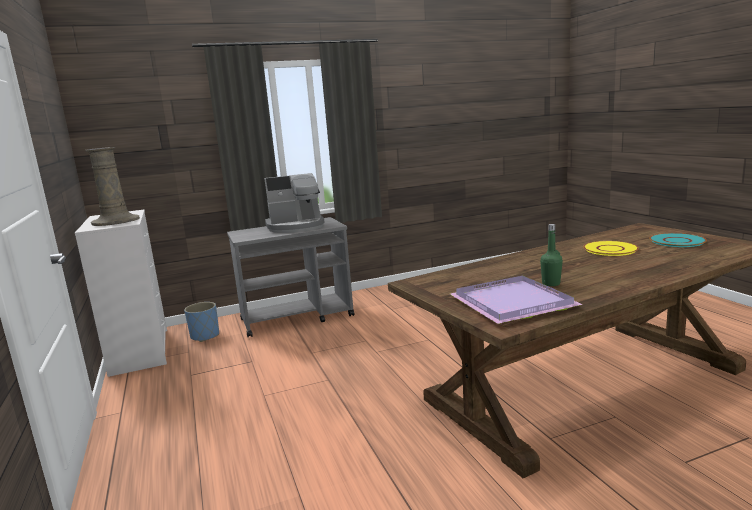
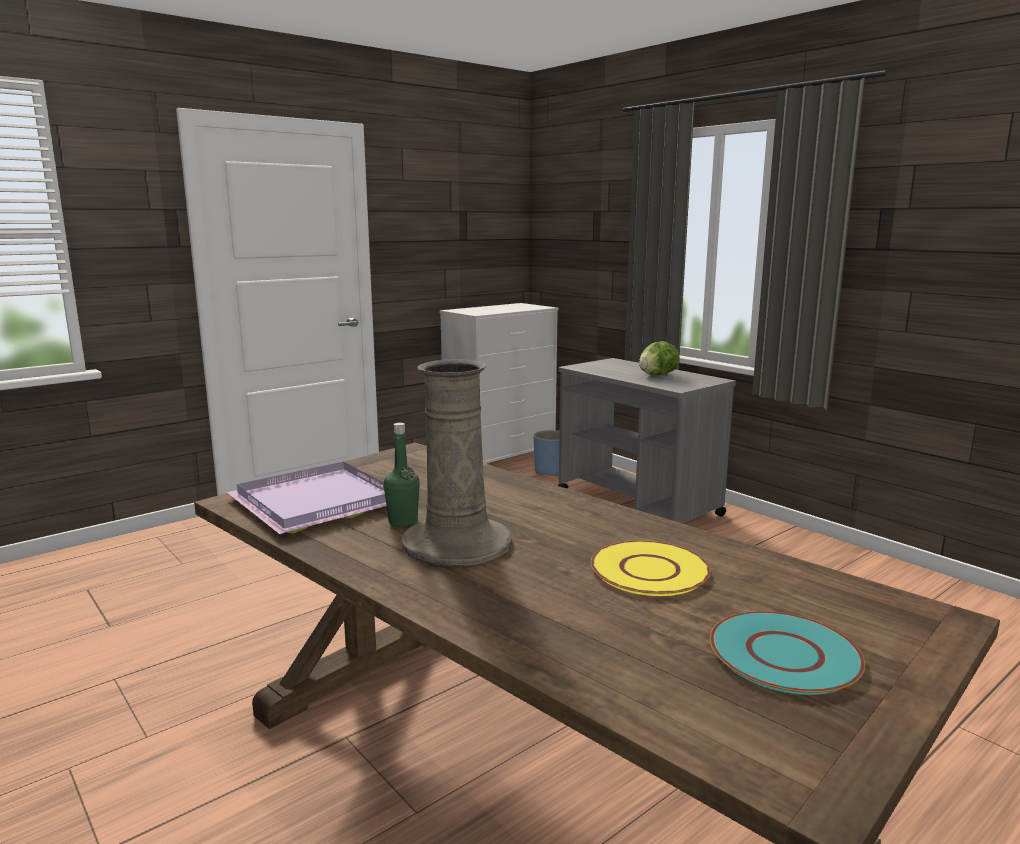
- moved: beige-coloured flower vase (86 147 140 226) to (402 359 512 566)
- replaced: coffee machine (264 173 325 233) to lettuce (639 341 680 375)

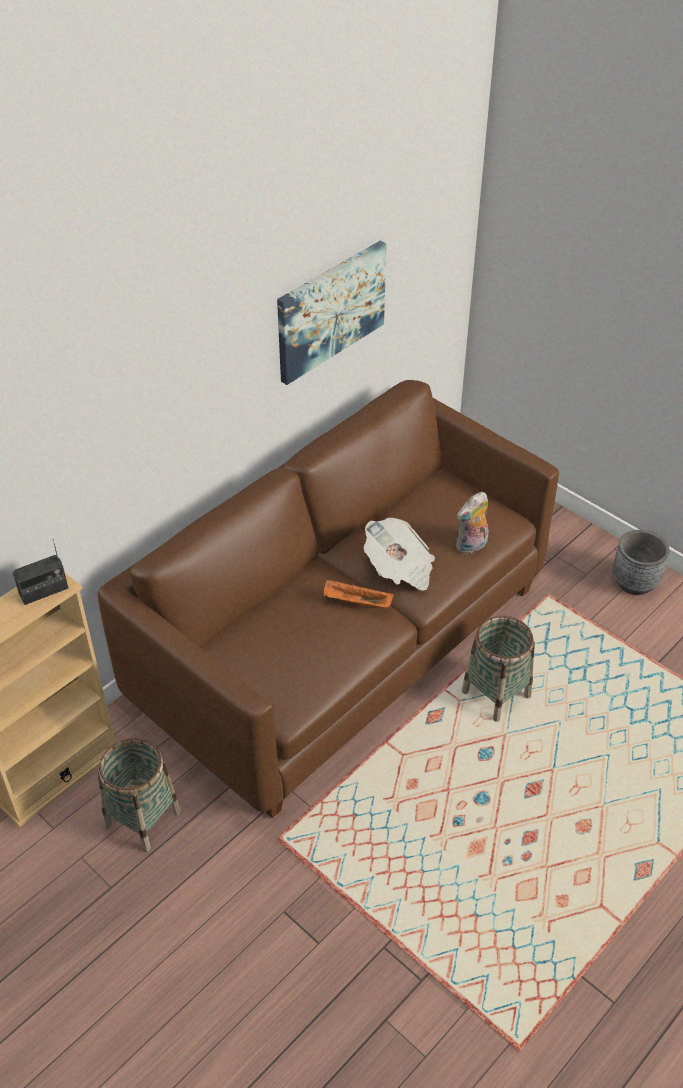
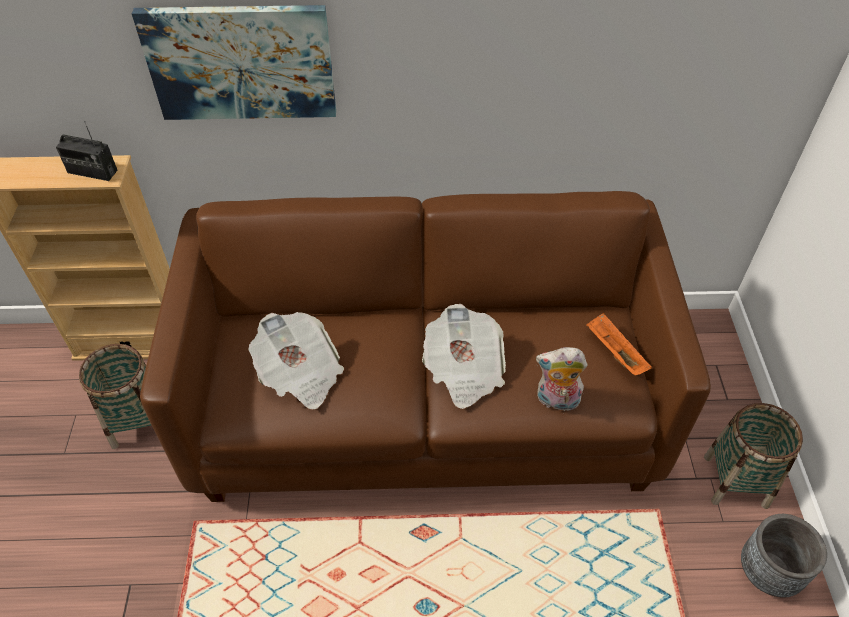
- moved: wall picture (277 241 386 385) to (132 5 336 120)
- moved: orangey serving tray (324 579 394 608) to (586 313 652 375)
- moved: household basket (462 616 535 722) to (704 403 803 509)
- added: daily paper (249 312 344 410)

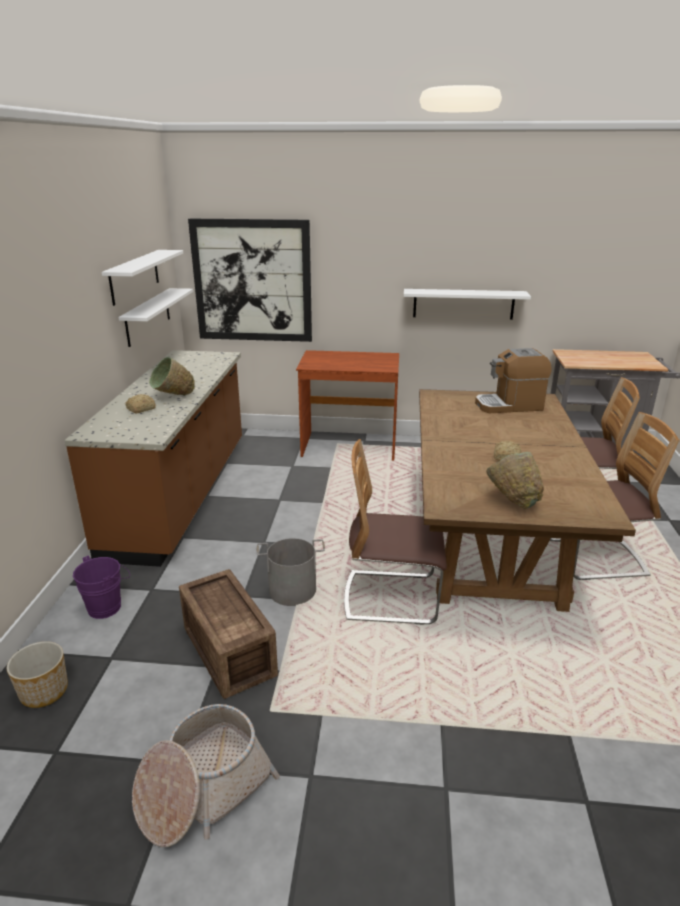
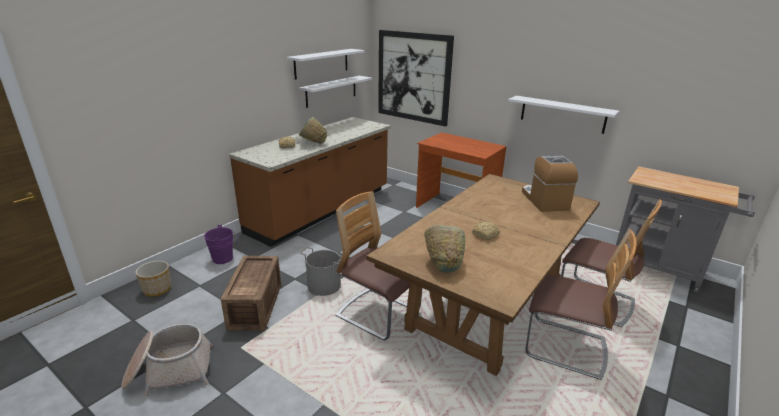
- turned: coffee machine (475 348 551 413) = (522 155 578 212) 60 degrees clockwise

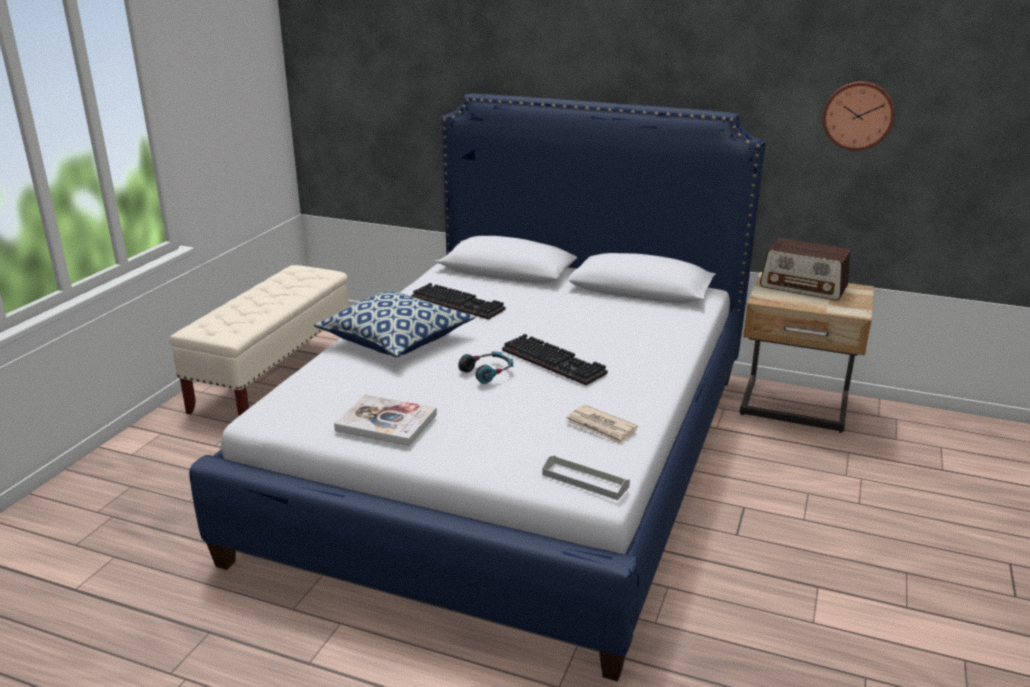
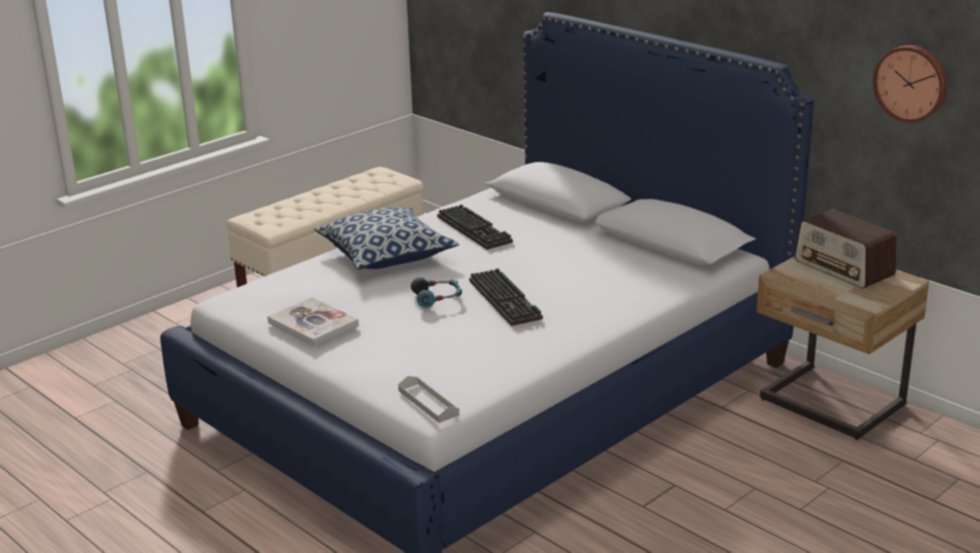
- removed: daily paper (566 405 638 445)

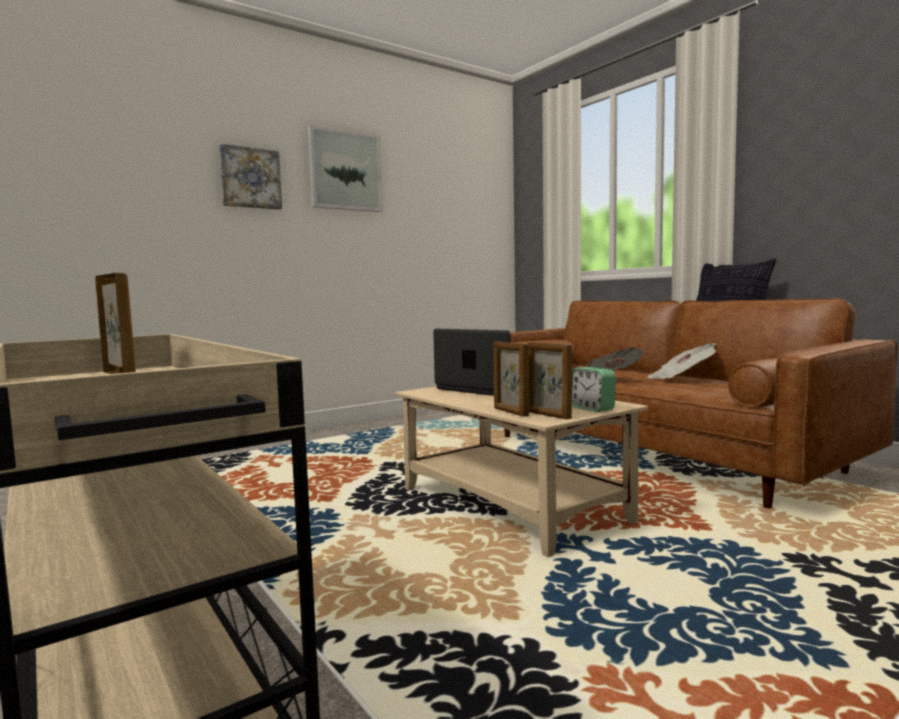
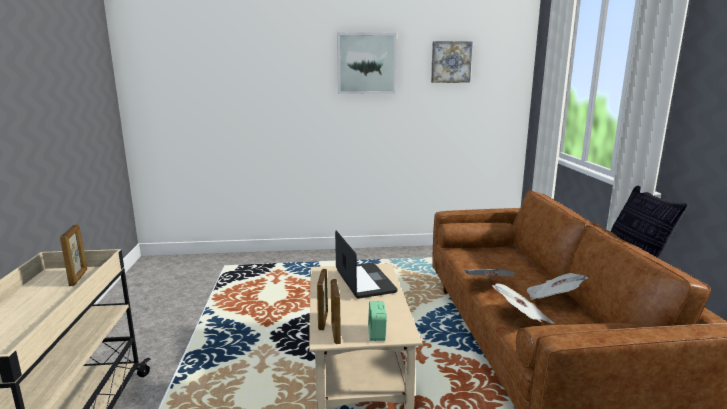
- moved: wall picture (219 144 282 210) to (431 41 473 83)
- added: daily paper (491 283 555 324)

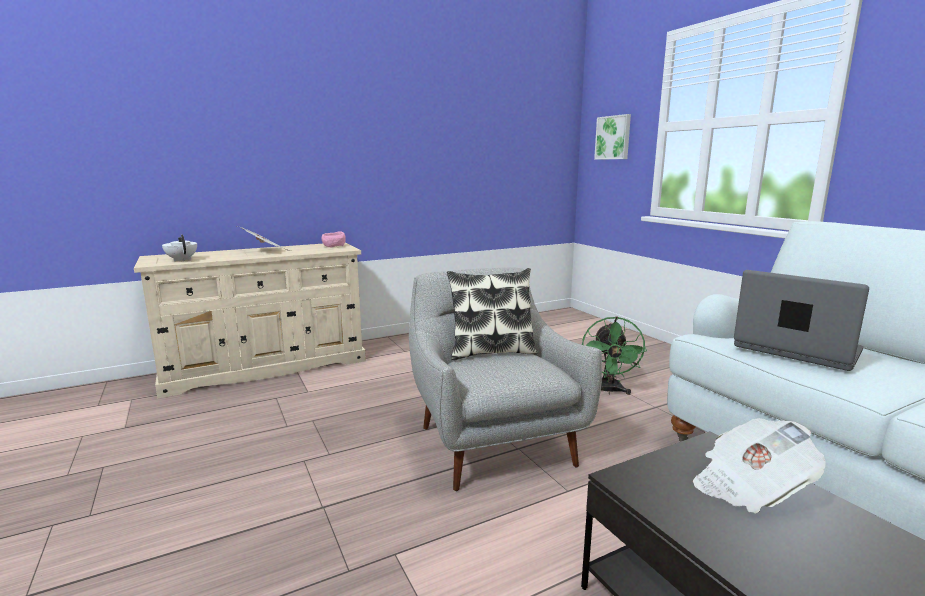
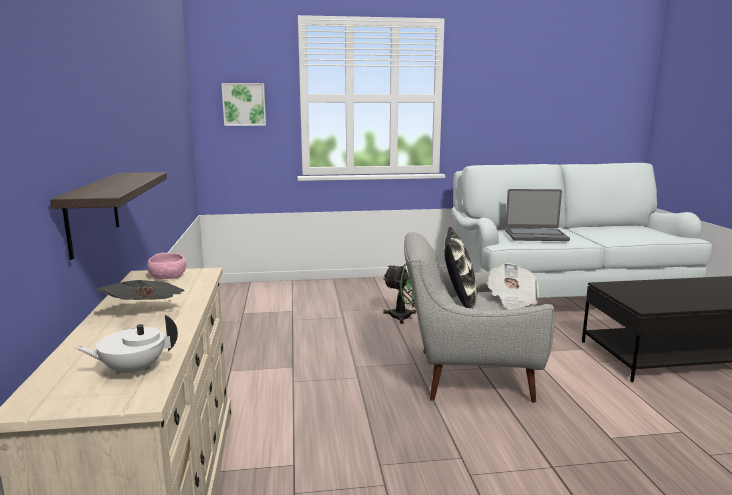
- moved: daily paper (693 418 826 514) to (487 263 539 309)
- turned: notebook computer (734 270 869 371) = (505 189 570 241) 150 degrees counterclockwise
- added: wall shelf (50 172 167 260)

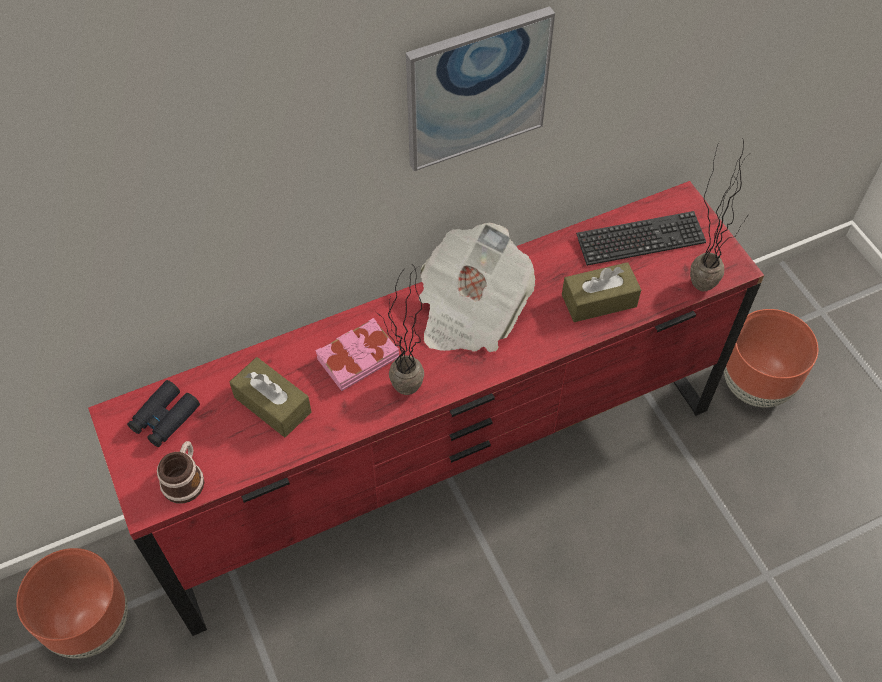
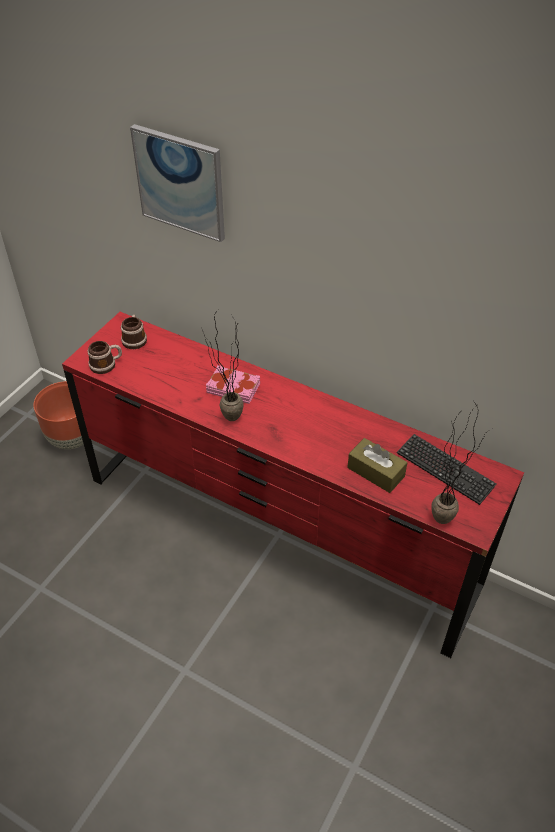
- replaced: blackish pair of binoculars (127 380 200 447) to mug (121 315 147 349)
- removed: brownish box of tissues (230 357 311 437)
- moved: wall picture (406 6 555 171) to (130 124 225 242)
- removed: daily paper (419 223 536 352)
- removed: brownish planter (724 309 818 408)

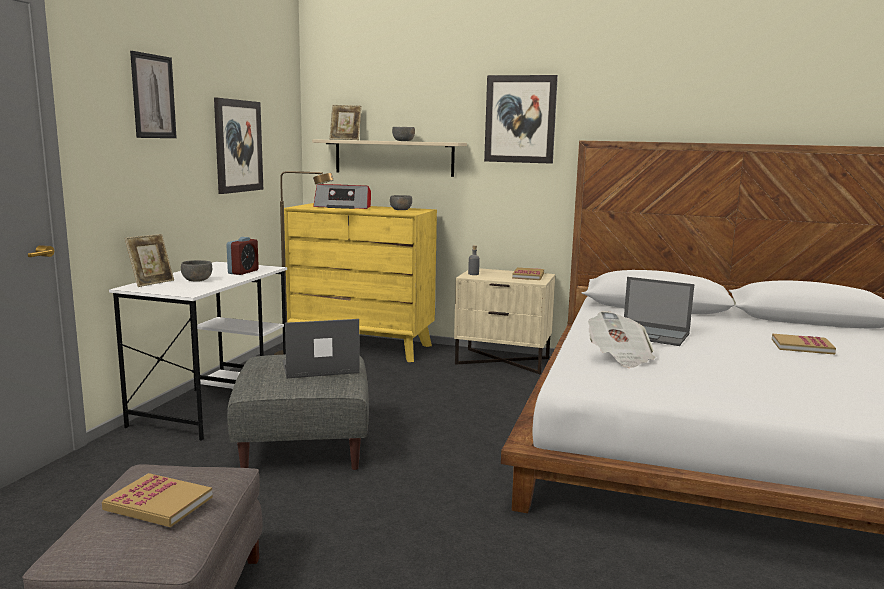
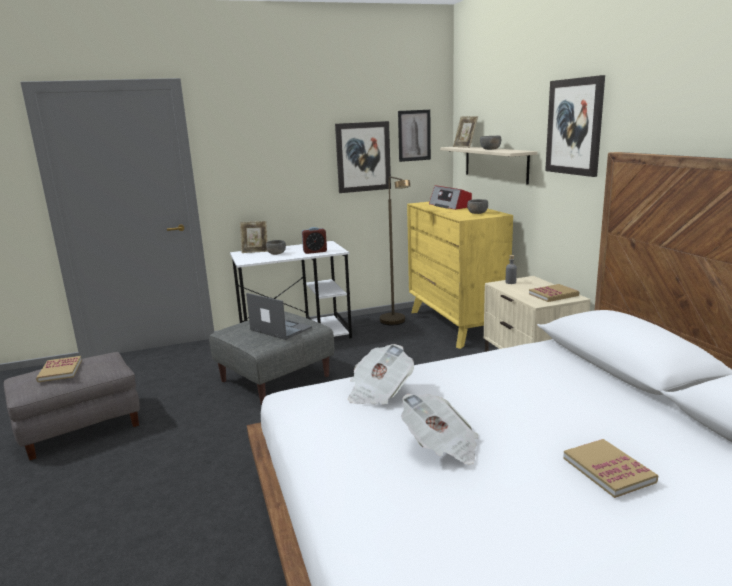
- moved: wall picture (130 51 177 138) to (398 110 431 162)
- removed: notebook computer (624 277 694 346)
- added: daily paper (401 394 478 465)

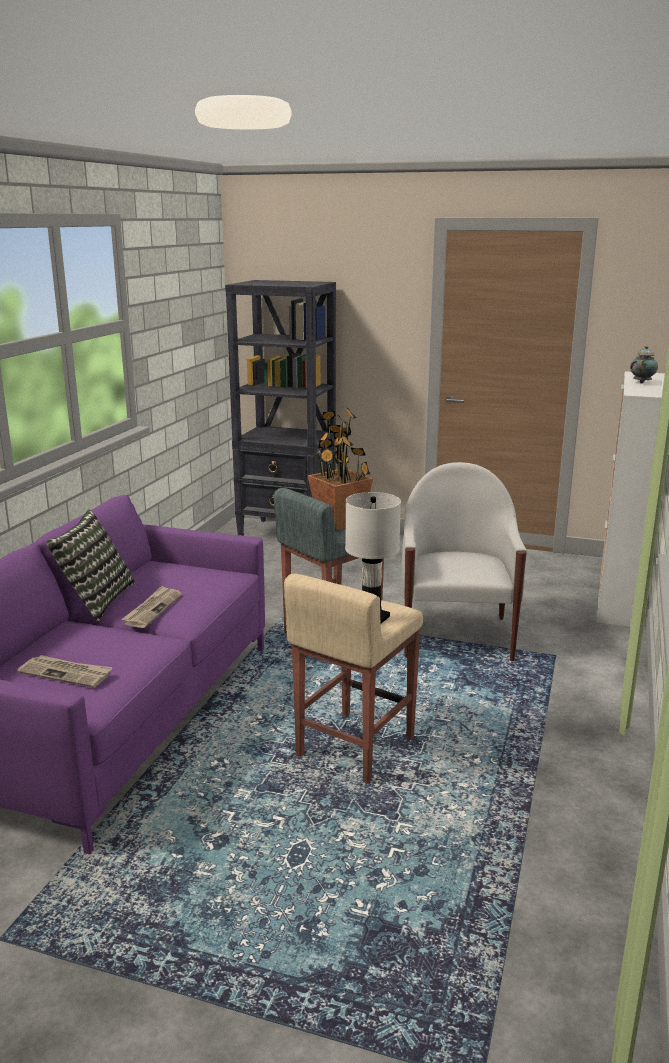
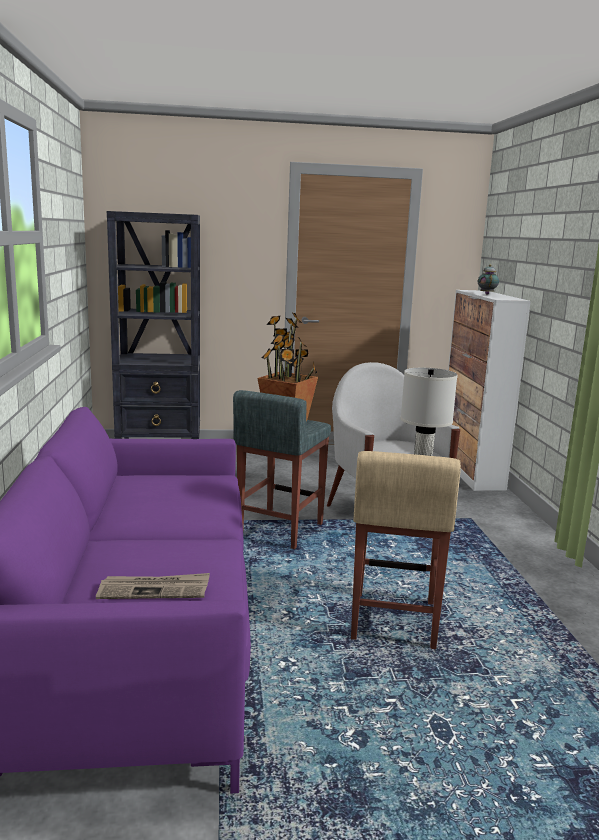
- removed: pillow (47 510 135 621)
- removed: daily paper (121 586 182 628)

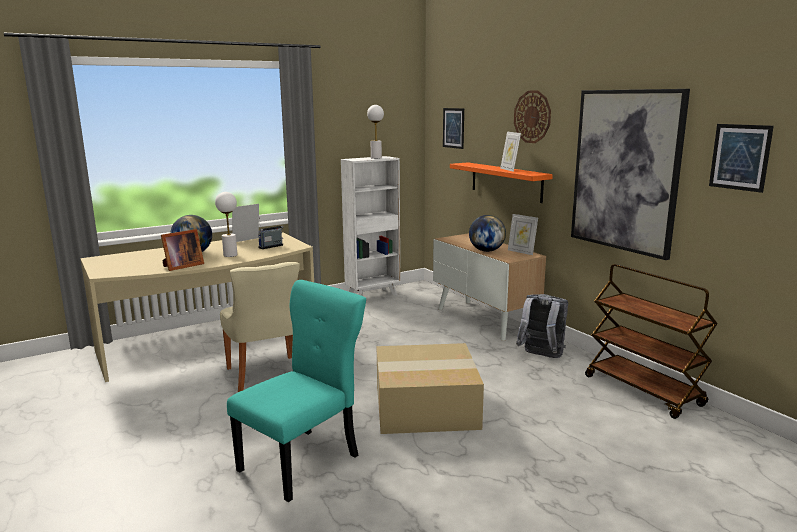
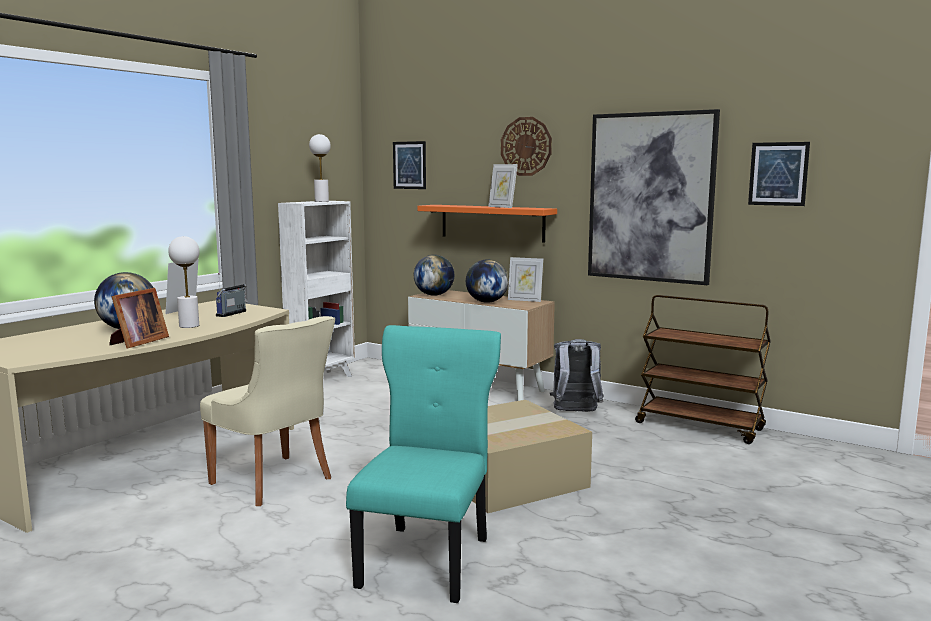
- added: desk globe (414 255 454 296)

